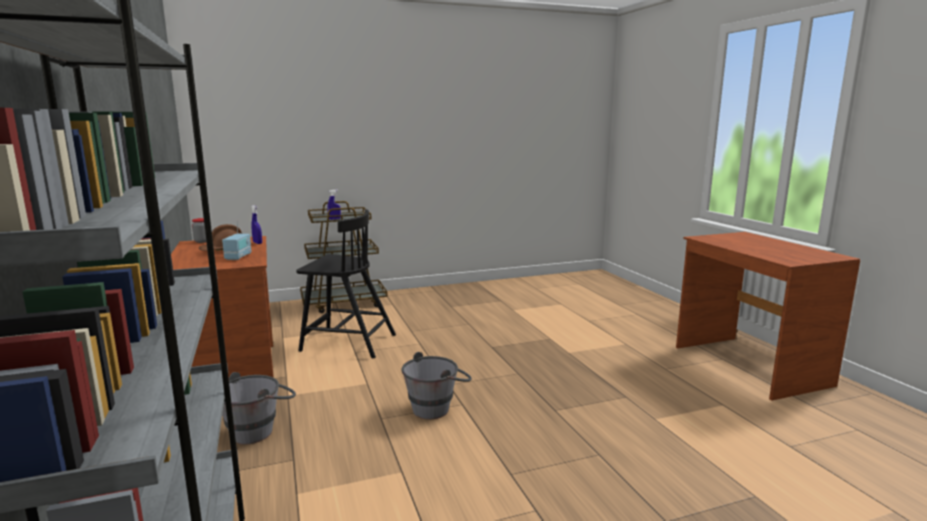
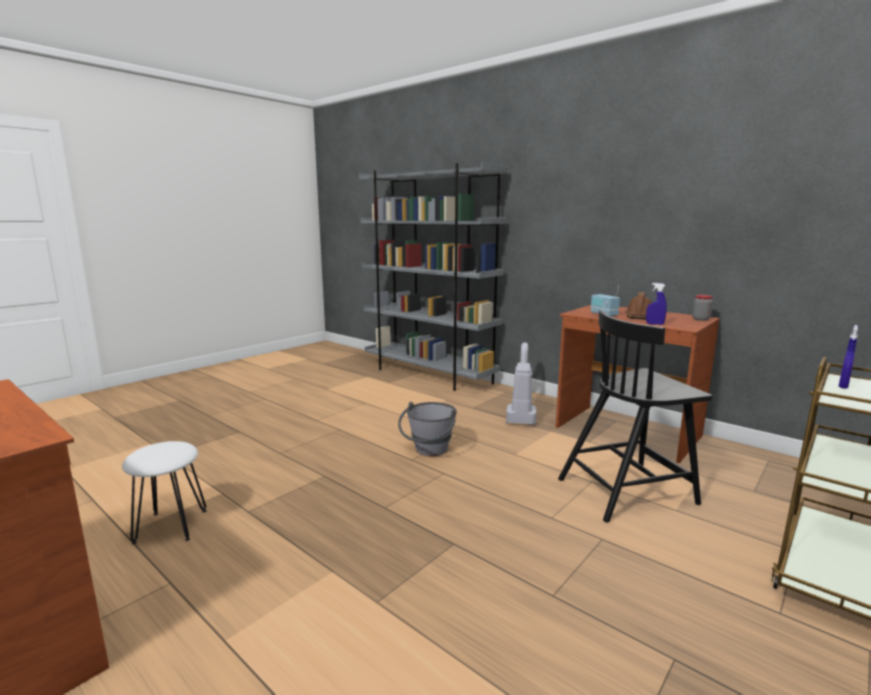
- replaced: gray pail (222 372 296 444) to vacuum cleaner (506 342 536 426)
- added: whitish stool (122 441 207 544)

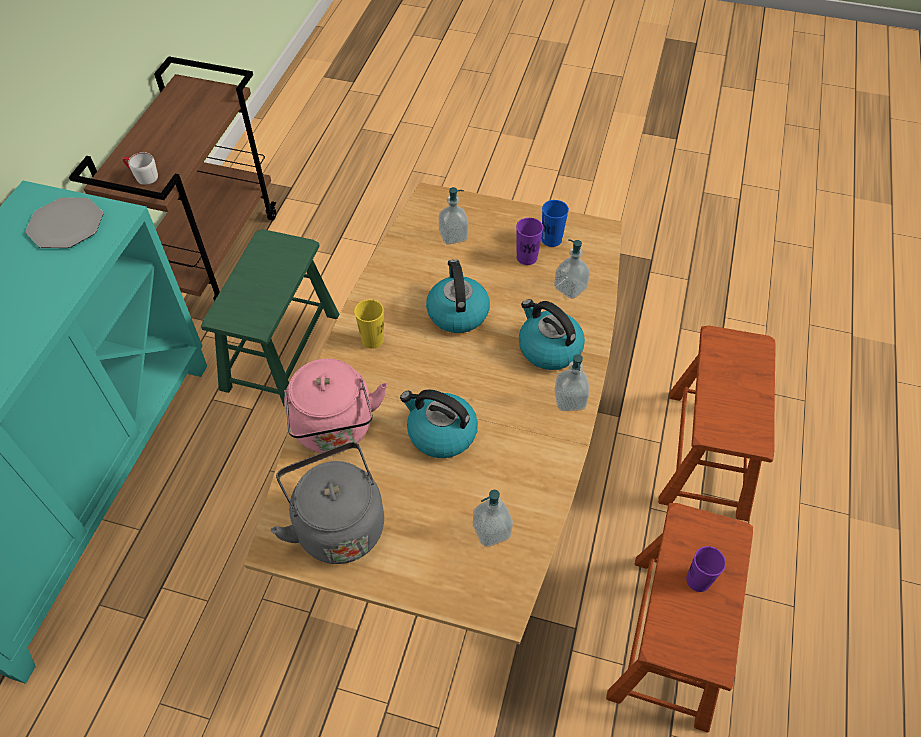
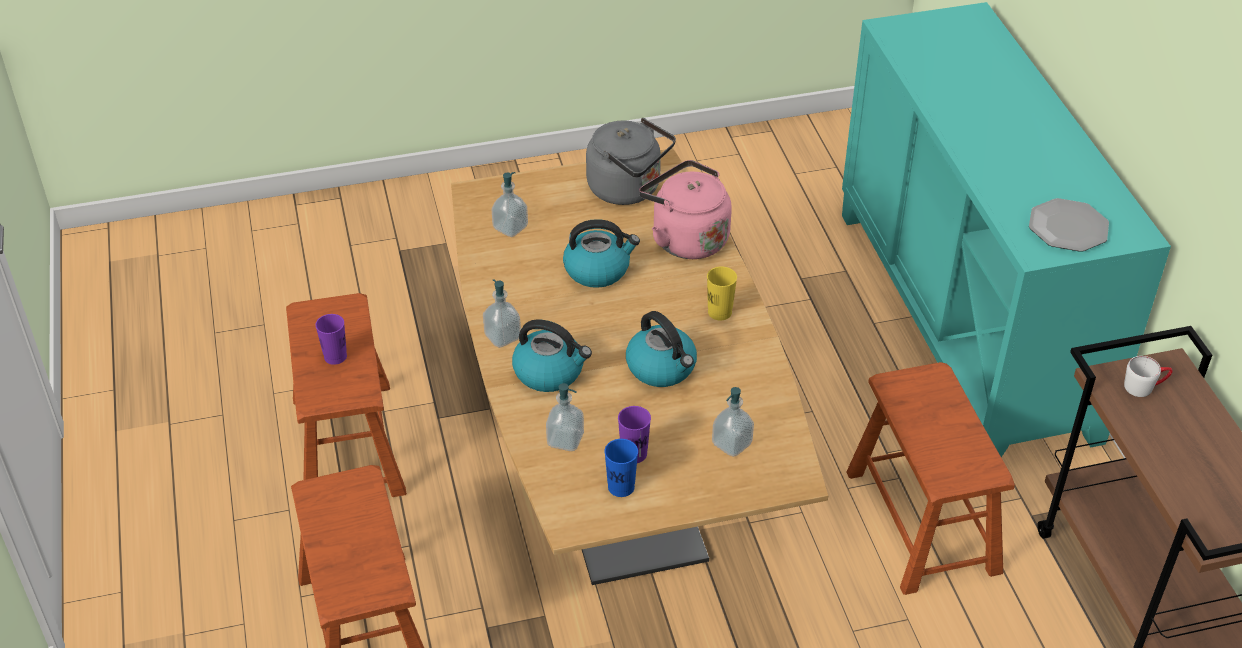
- recoloured: greenish stool (201 229 339 407) to brownish stool (847 362 1015 595)

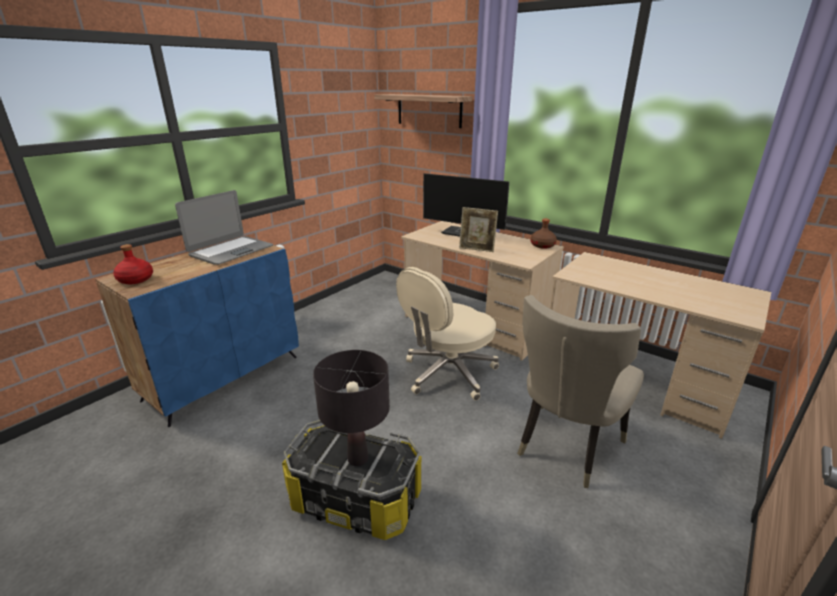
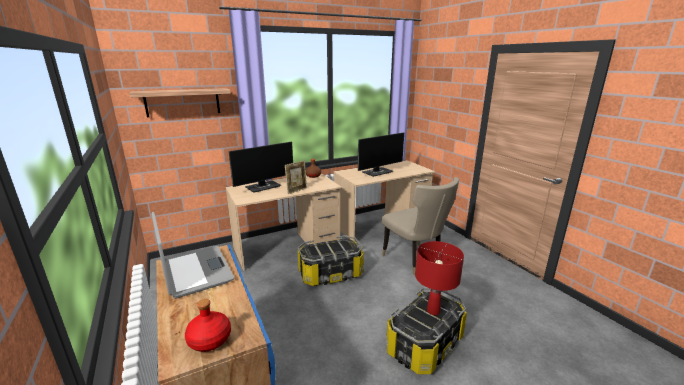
- recoloured: blackish tabletop lamp (313 350 390 466) to red-coloured tabletop lamp (415 241 464 315)
- replaced: beige-coloured office chair (396 267 499 401) to storage container (298 235 364 286)
- added: computer screen (358 132 404 177)

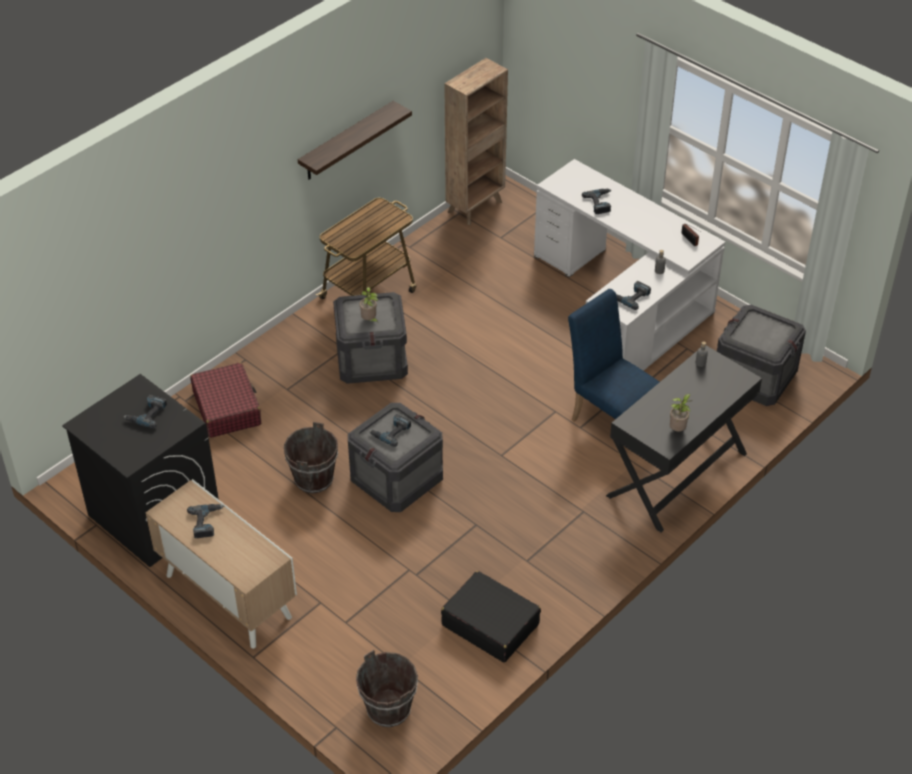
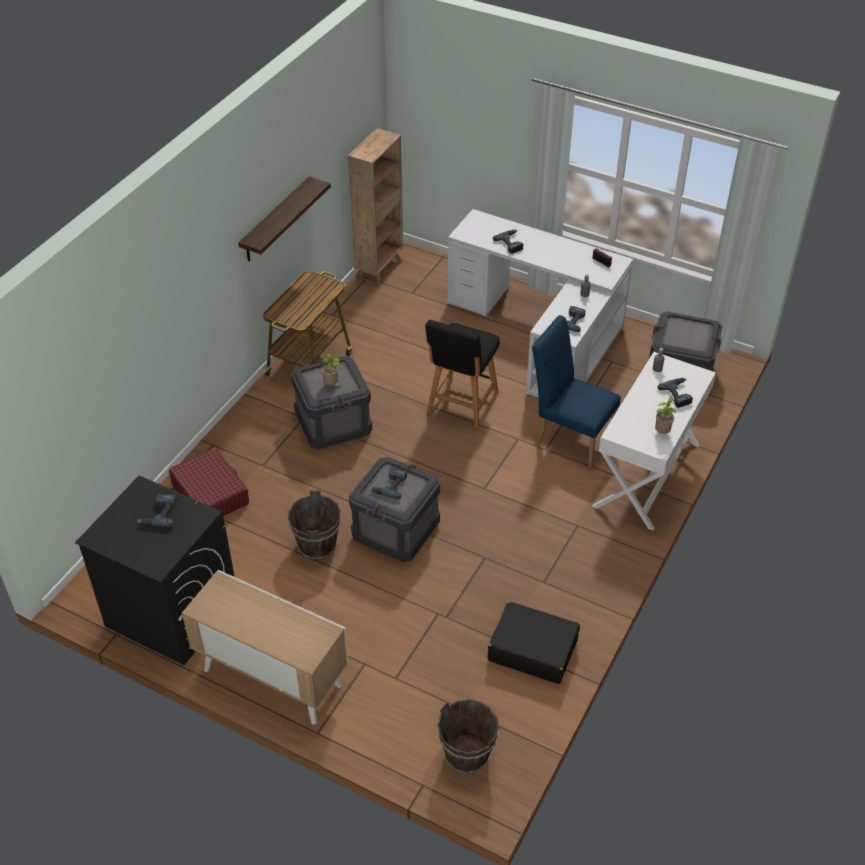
- moved: electric drill (187 504 225 538) to (657 378 693 408)
- recoloured: blackish desk unit (606 345 762 532) to whitish desk unit (592 352 716 530)
- added: blackish stool (425 320 500 427)

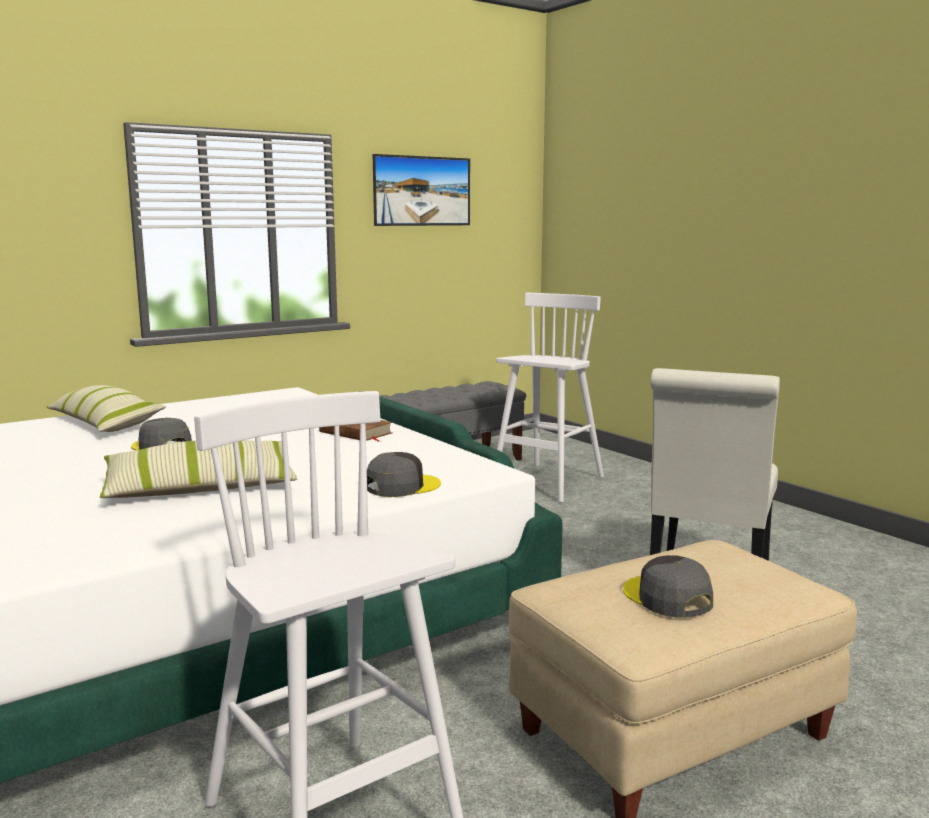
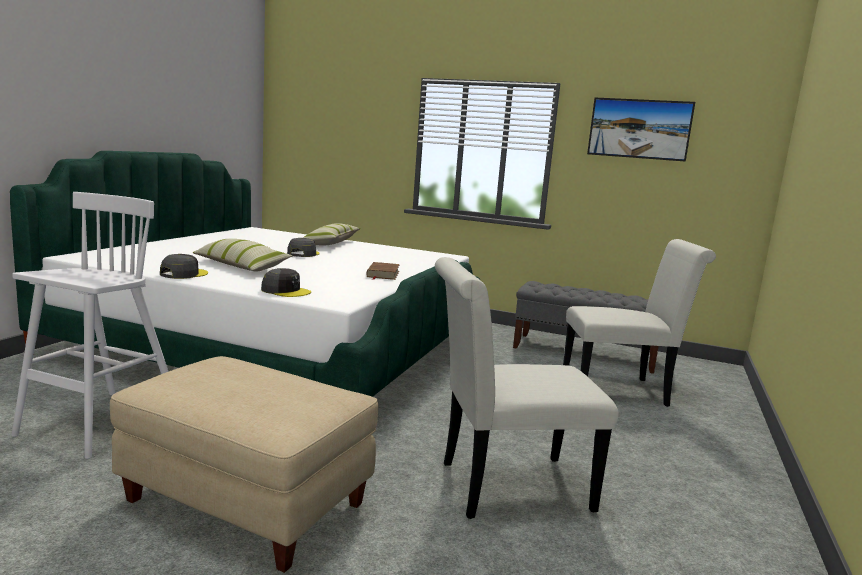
- replaced: whitish stool (496 293 604 503) to whitish upright chair (563 239 716 407)
- moved: gray baseball cap (623 555 713 618) to (160 254 208 279)

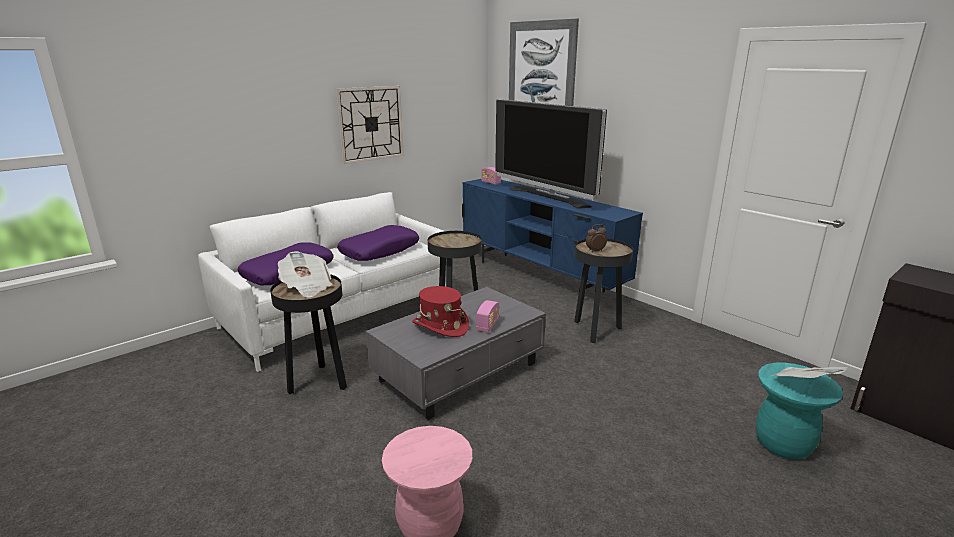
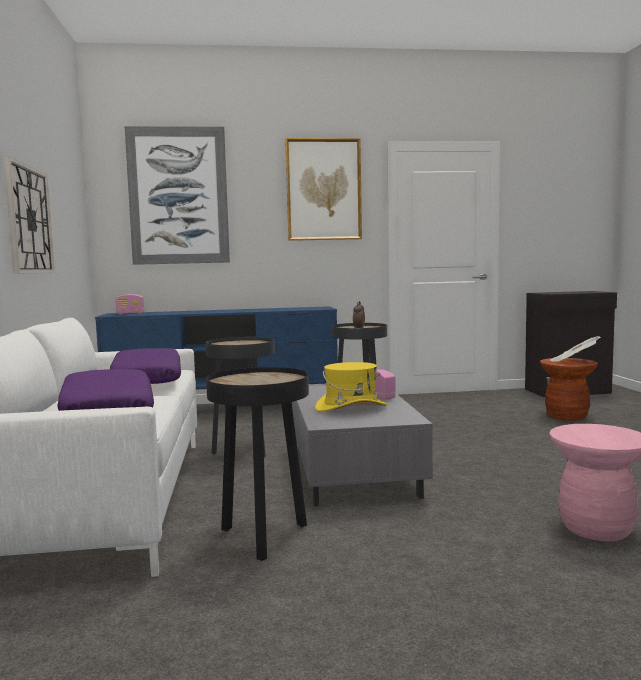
- removed: daily paper (278 251 332 298)
- recoloured: red-coloured clothing hat (412 286 469 337) to yellowish clothing hat (315 362 387 412)
- removed: TV set (495 99 607 209)
- recoloured: turquoise-coloured stool (756 363 843 459) to brownish stool (540 358 598 421)
- added: wall picture (285 138 362 241)

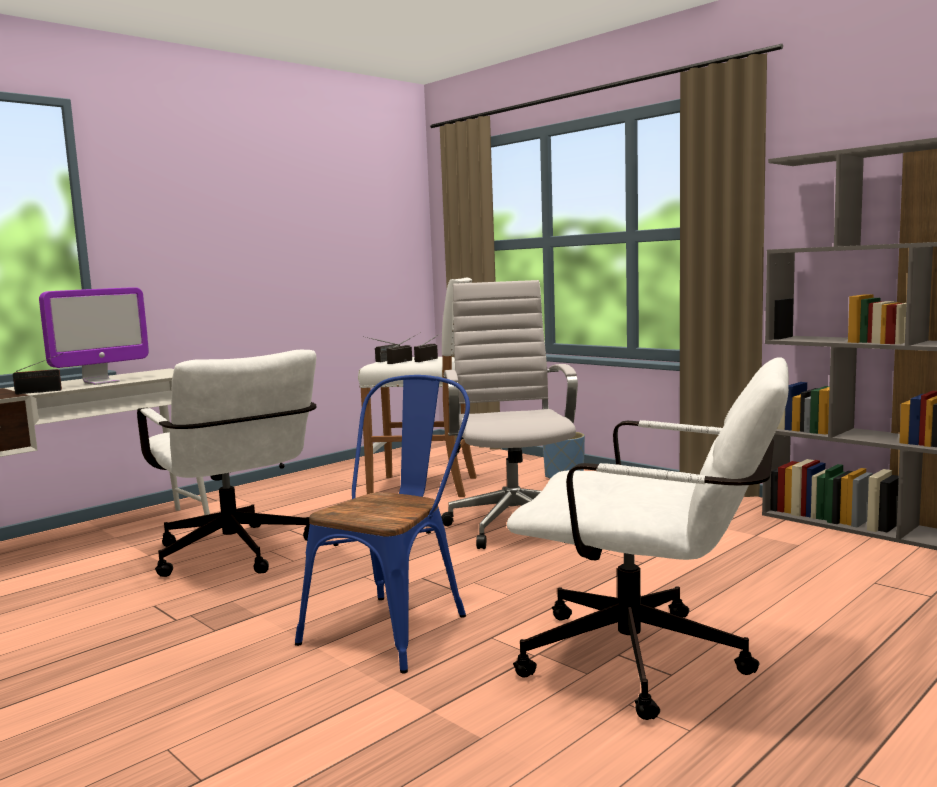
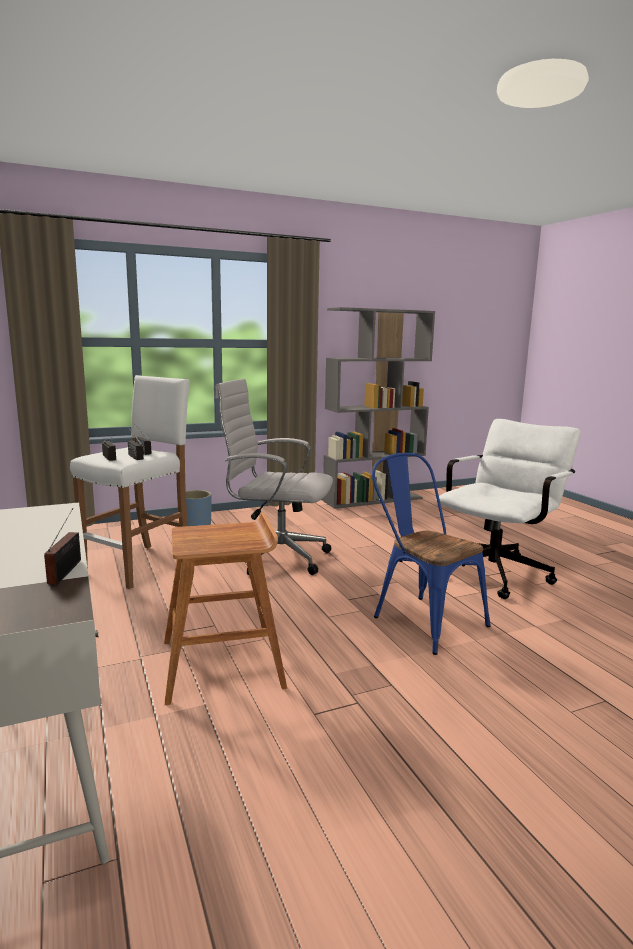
- removed: computer screen (39 287 149 385)
- replaced: whitish office chair (137 350 316 577) to brownish stool (164 513 287 705)

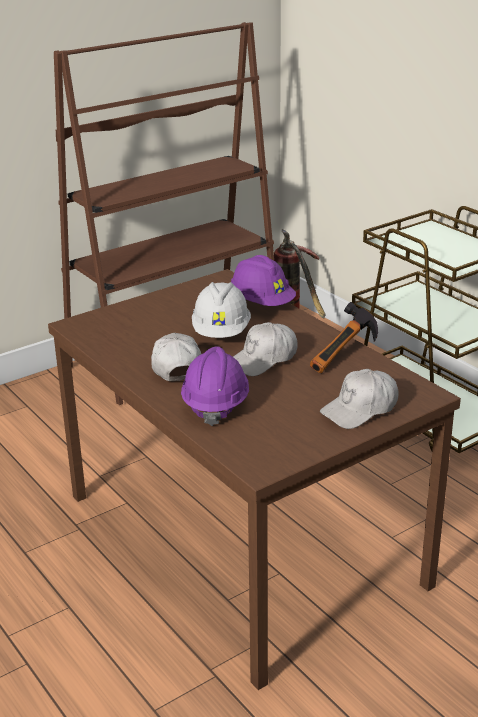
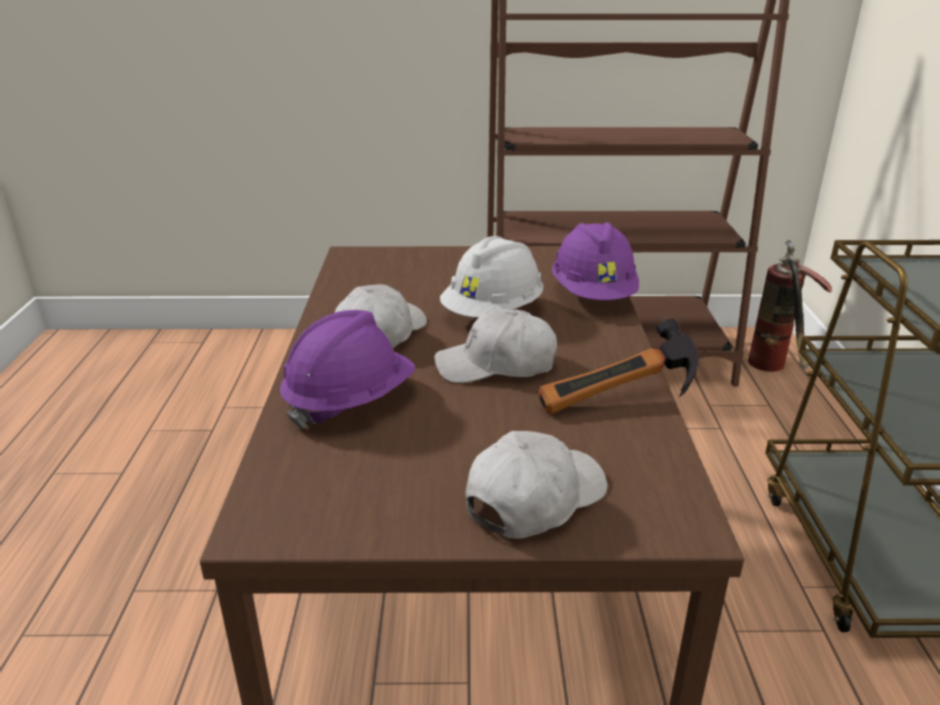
- turned: whitish baseball cap (320 369 399 429) = (465 431 607 539) 135 degrees clockwise

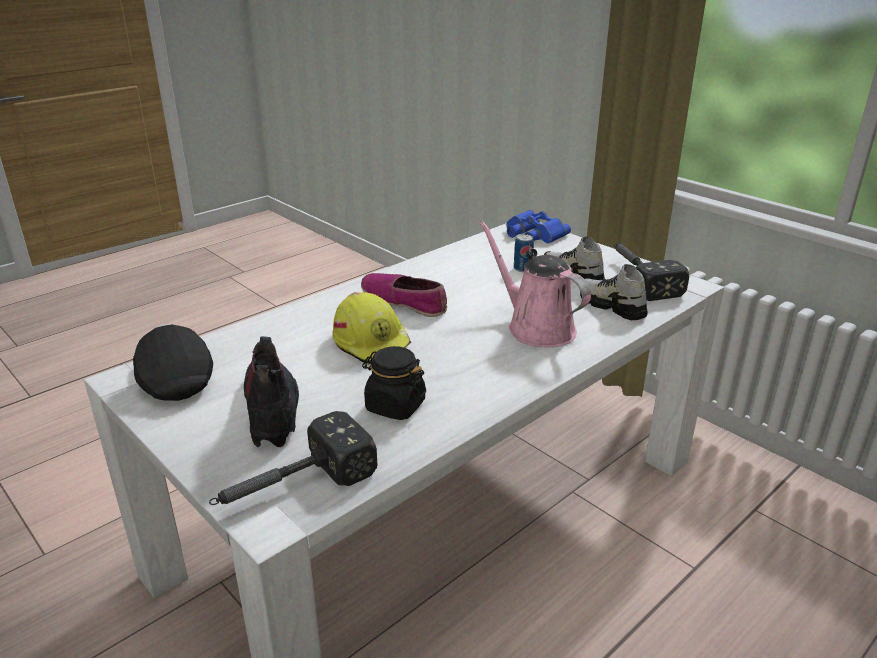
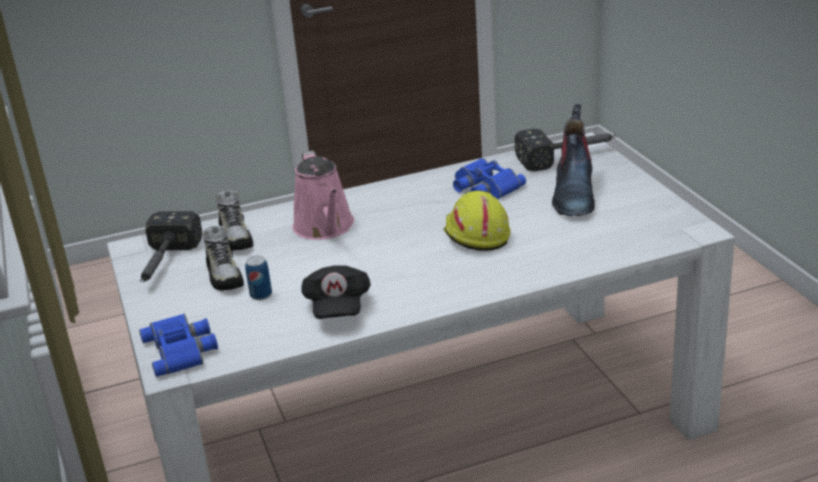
- moved: blackish baseball cap (133 324 213 401) to (301 266 371 319)
- removed: item of footwear (361 273 447 317)
- replaced: blackish jar (362 346 426 420) to bluish pair of binoculars (453 158 526 199)

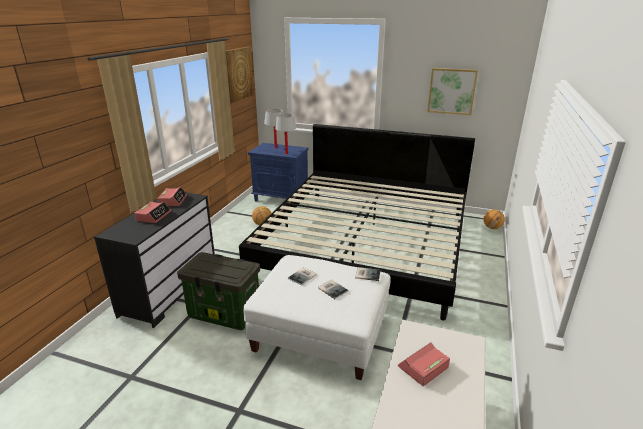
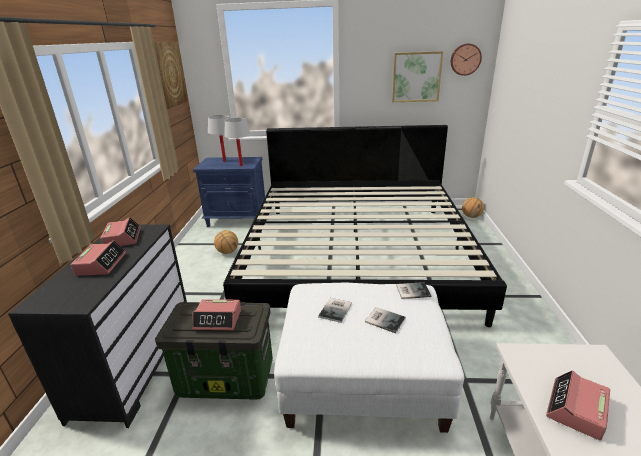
- added: alarm clock (192 299 241 331)
- added: hanging clock (451 44 482 76)

